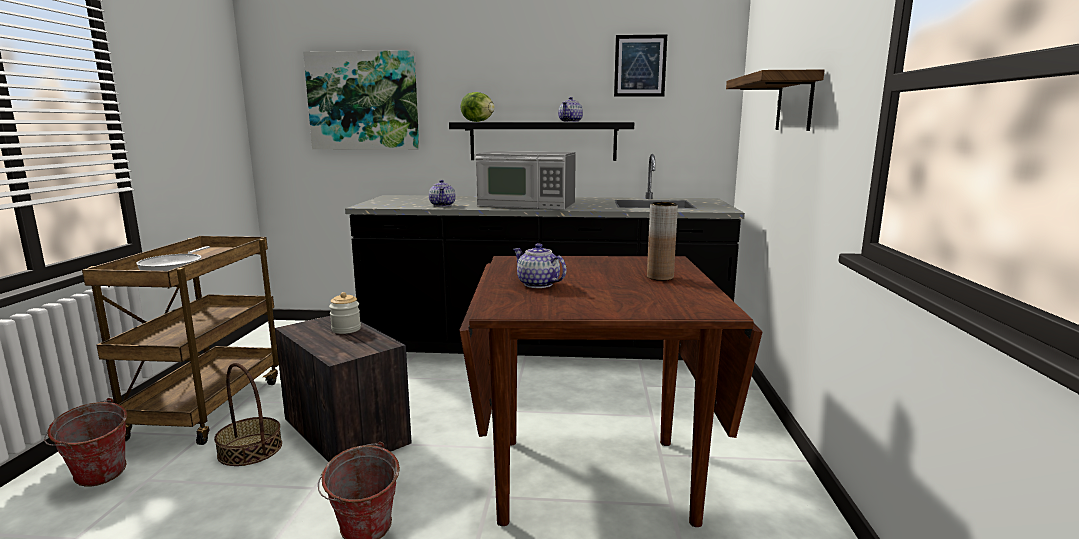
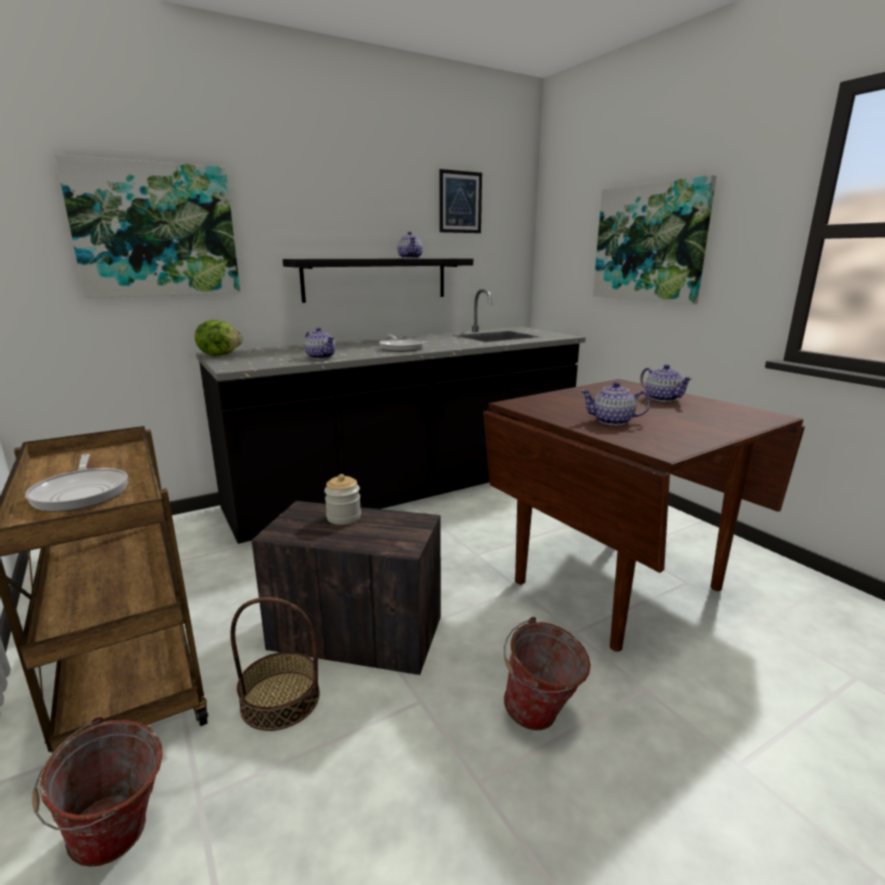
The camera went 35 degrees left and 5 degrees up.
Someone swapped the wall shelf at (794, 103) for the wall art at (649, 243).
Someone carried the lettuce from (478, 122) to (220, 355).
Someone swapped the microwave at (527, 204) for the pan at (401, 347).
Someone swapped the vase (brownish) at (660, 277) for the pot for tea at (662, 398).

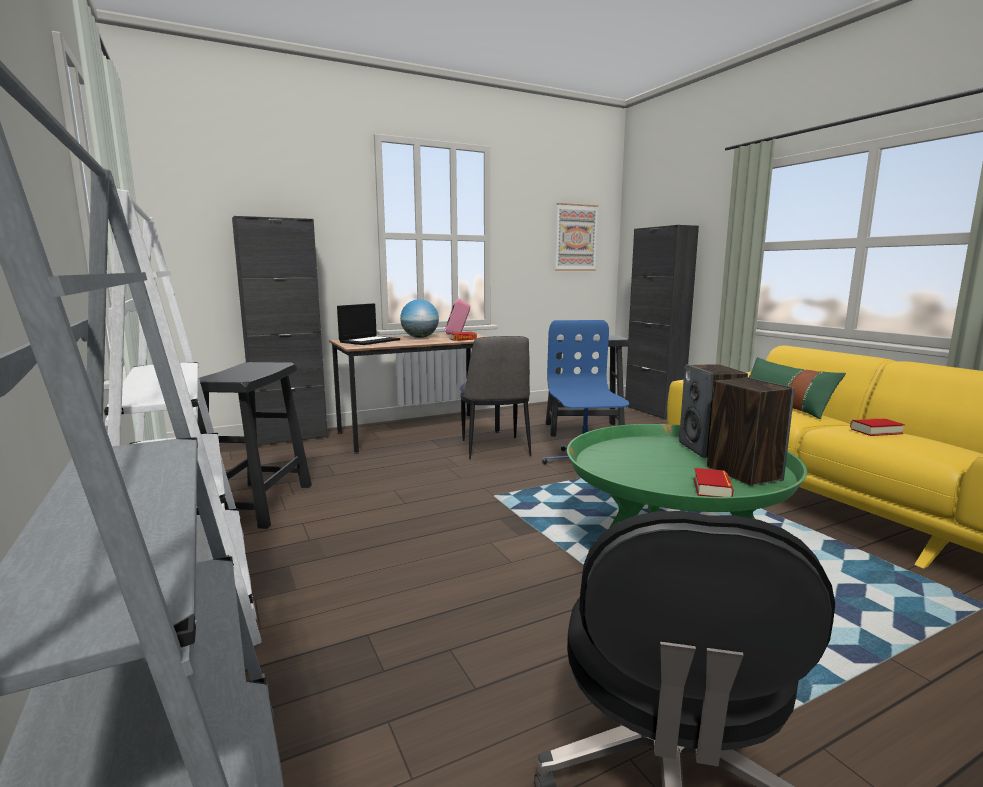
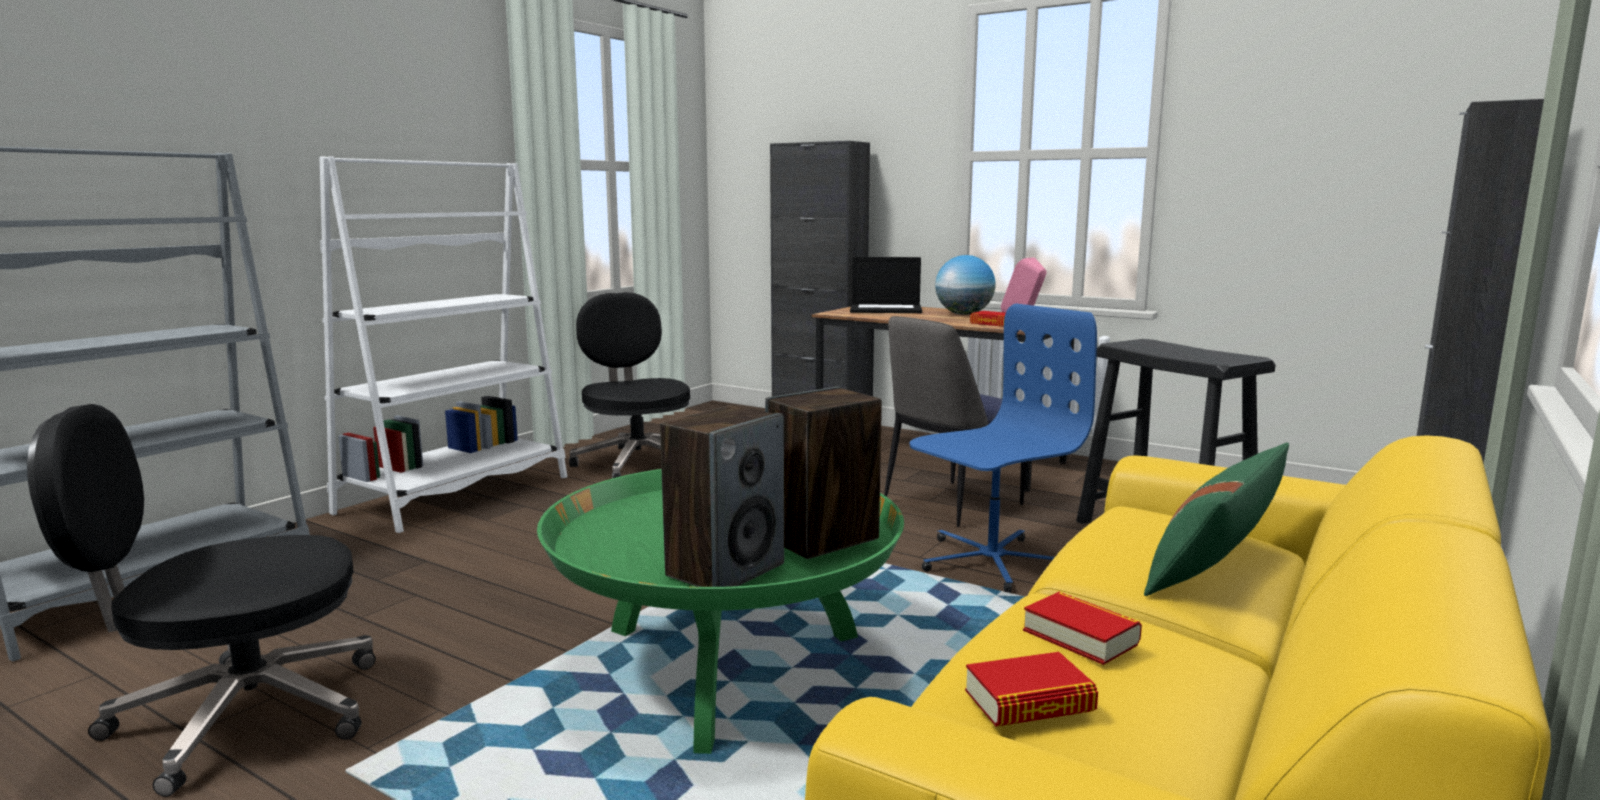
The camera went 60 degrees right and 0 degrees up.
Someone took away the wall art at (575, 237).
Someone swapped the sitting stool (black) at (258, 504) for the computer chair (black) at (636, 462).
Someone carried the volume from (712, 488) to (1029, 701).

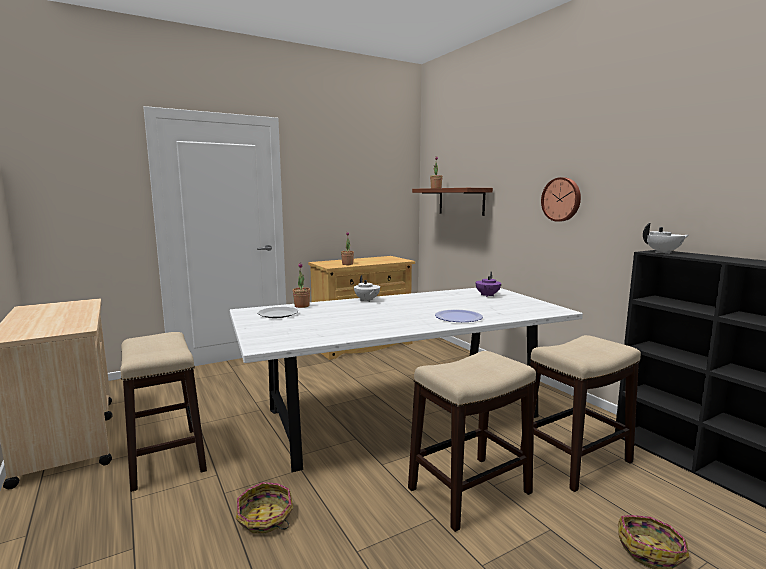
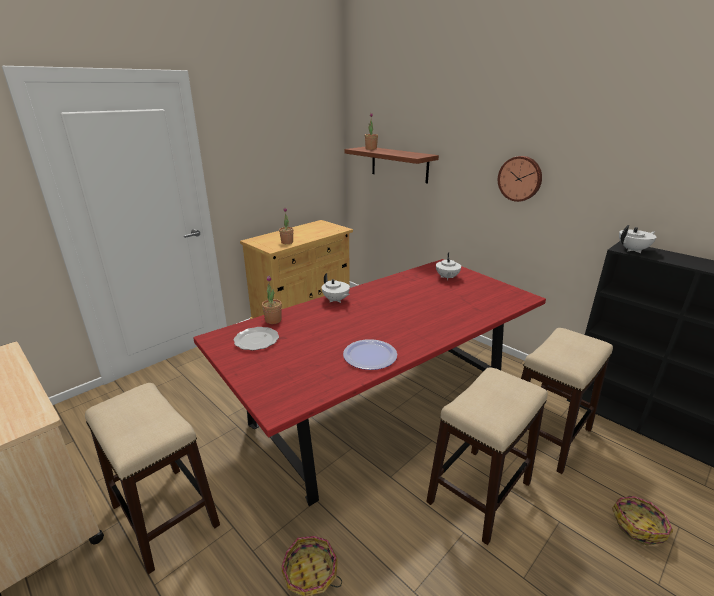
The camera went 15 degrees left and 15 degrees up.
Someone repainted the pot for tea (purple) at (487, 295), which became the pot for tea (white) at (447, 277).
Someone repainted the kitchen table (white) at (402, 413), which became the kitchen table (red-coloured) at (381, 406).
Someone carried the dinner plate from (458, 317) to (370, 356).

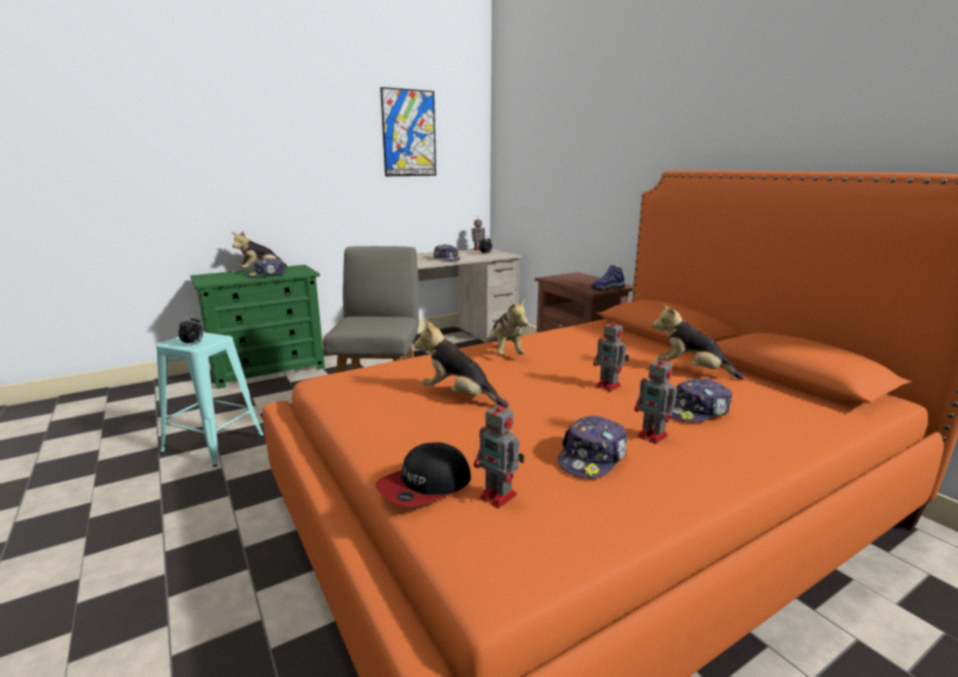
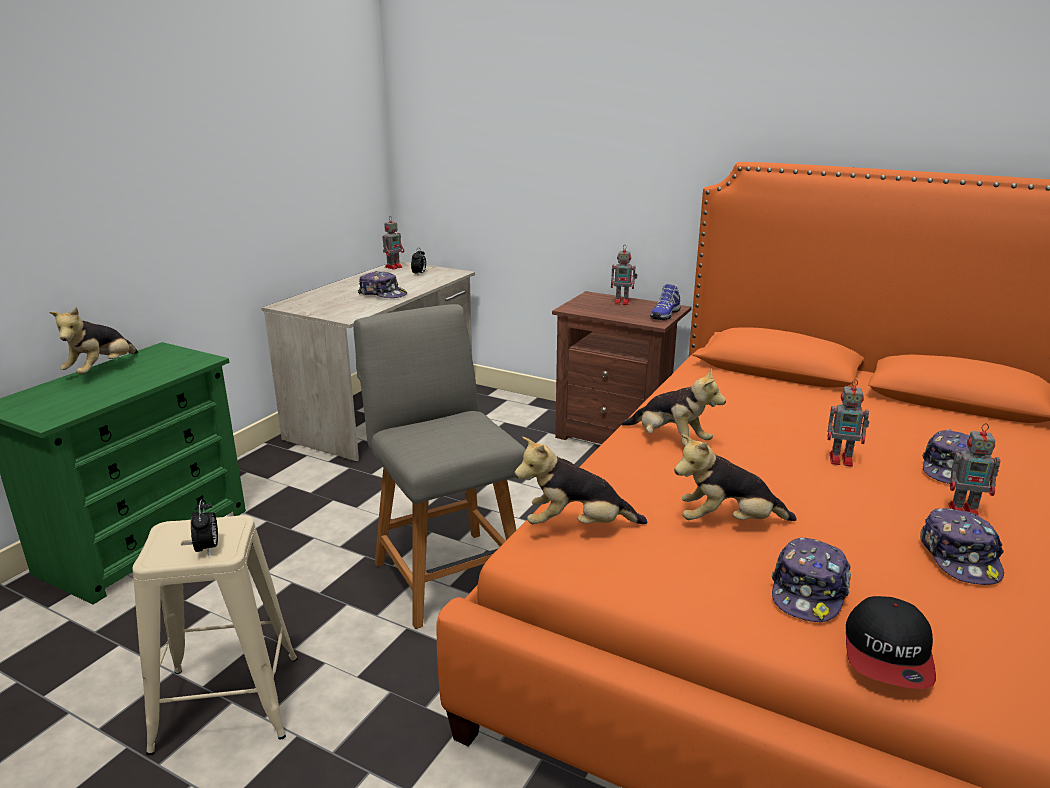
The camera went 30 degrees left and 5 degrees up.
Someone took away the wall art at (409, 133).
Someone carried the baseball cap from (267, 275) to (809, 591).
Someone carried the soft toy from (691, 371) to (577, 526).
Someone repainted the sitting stool (turquoise-coloured) at (213, 444), which became the sitting stool (sand-coloured) at (227, 703).
Someone carried the robot figure from (499, 497) to (622, 302).

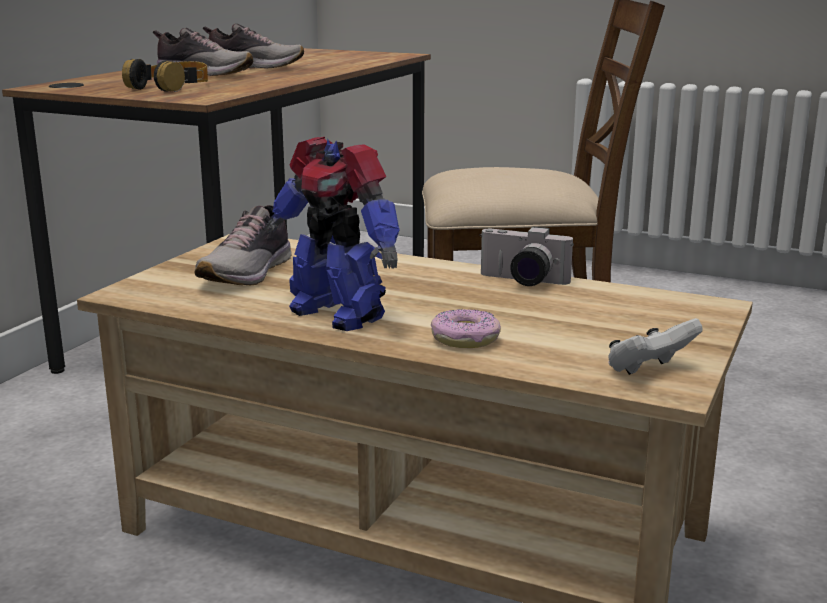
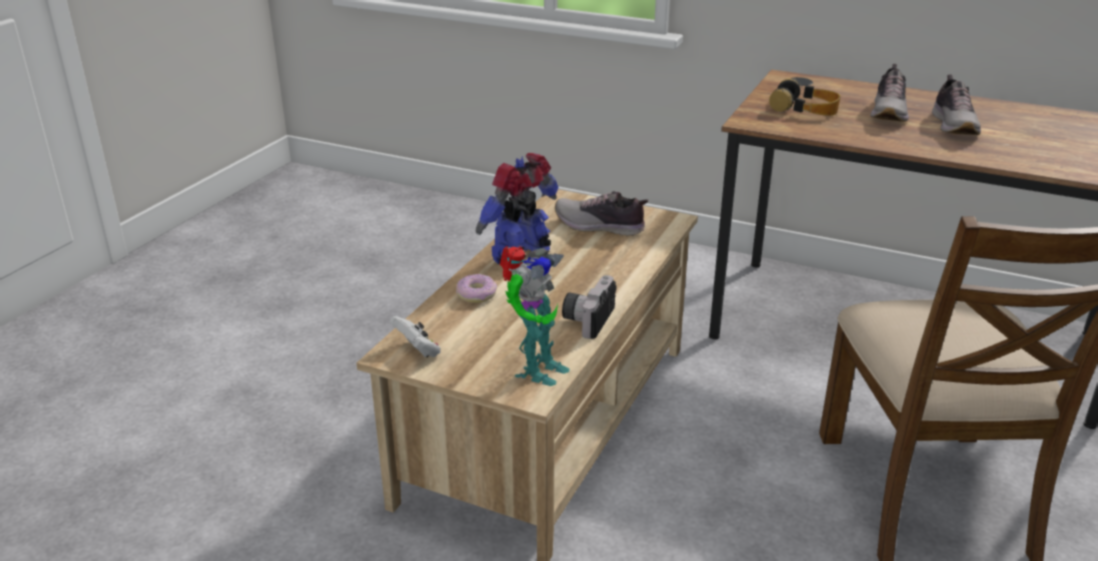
The camera went 90 degrees right and 10 degrees up.
Someone put down the robot figure at (536, 370).

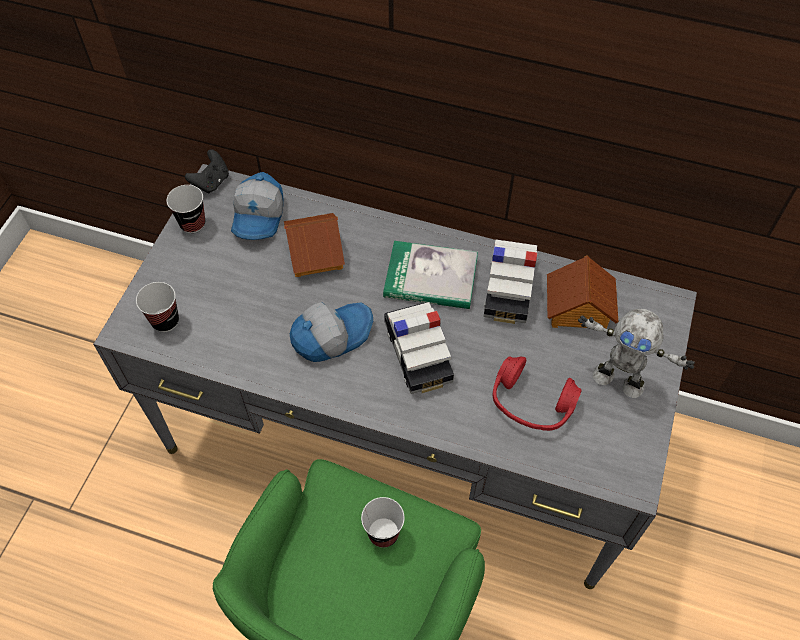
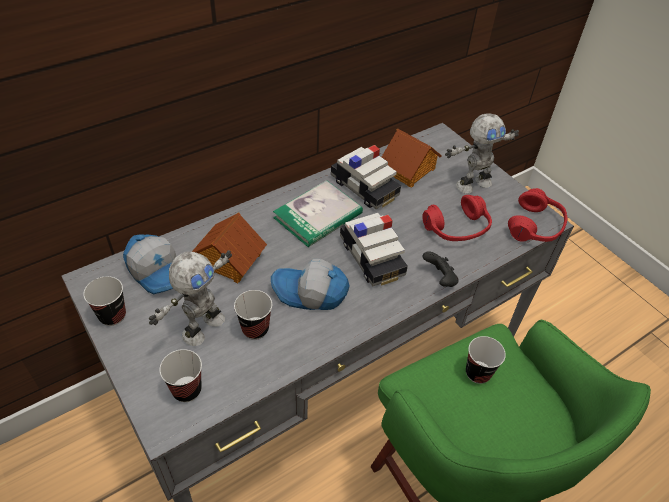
The camera went 55 degrees left and 10 degrees down.
Someone carried the joypad (black) from (211, 182) to (439, 279).
Someone rotated the baseball cap at (331, 335) by 90 degrees counterclockwise.
Someone rotated the toy car at (418, 354) by 45 degrees clockwise.
Someone put down the headphones (red-coloured) at (535, 226).
Someone put down the robot figure at (202, 327).
Someone put down the cup at (255, 329).

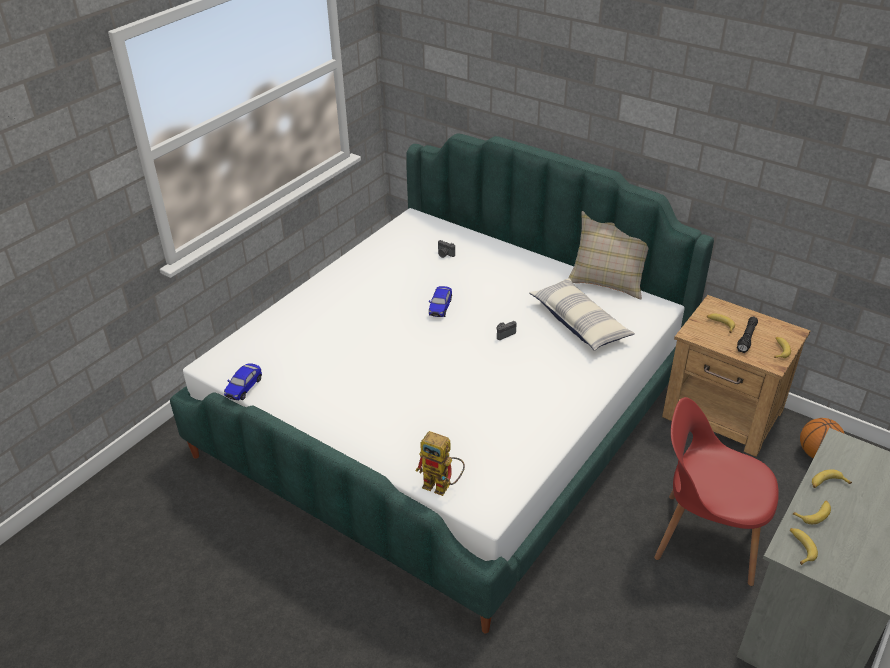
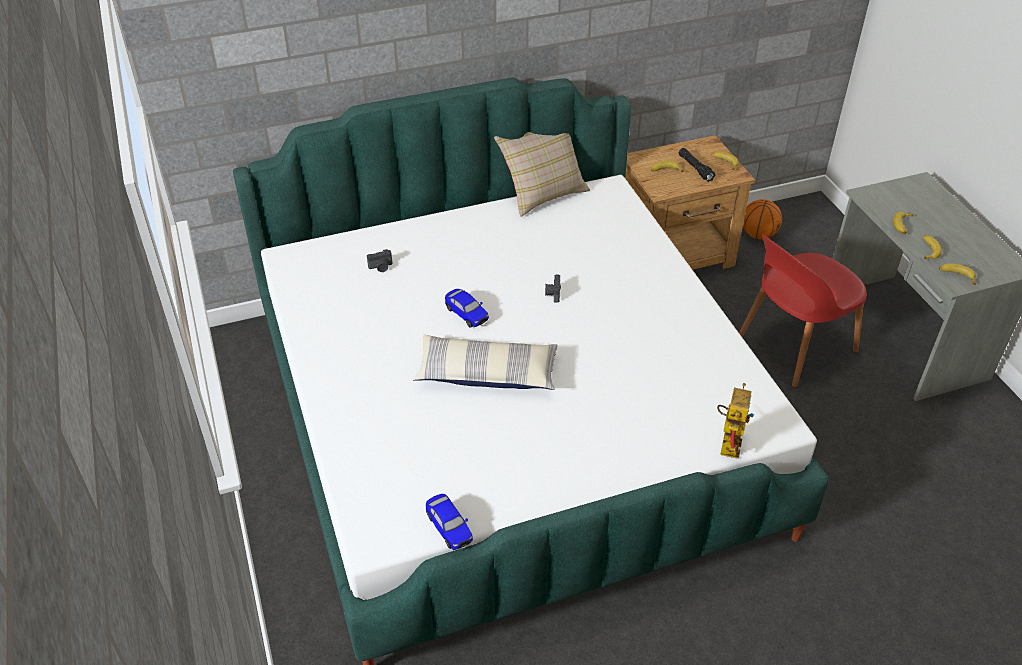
The camera went 55 degrees left and 5 degrees up.
Someone carried the pillow from (579, 323) to (487, 373).
Someone rotated the robot figure at (442, 486) by 45 degrees counterclockwise.

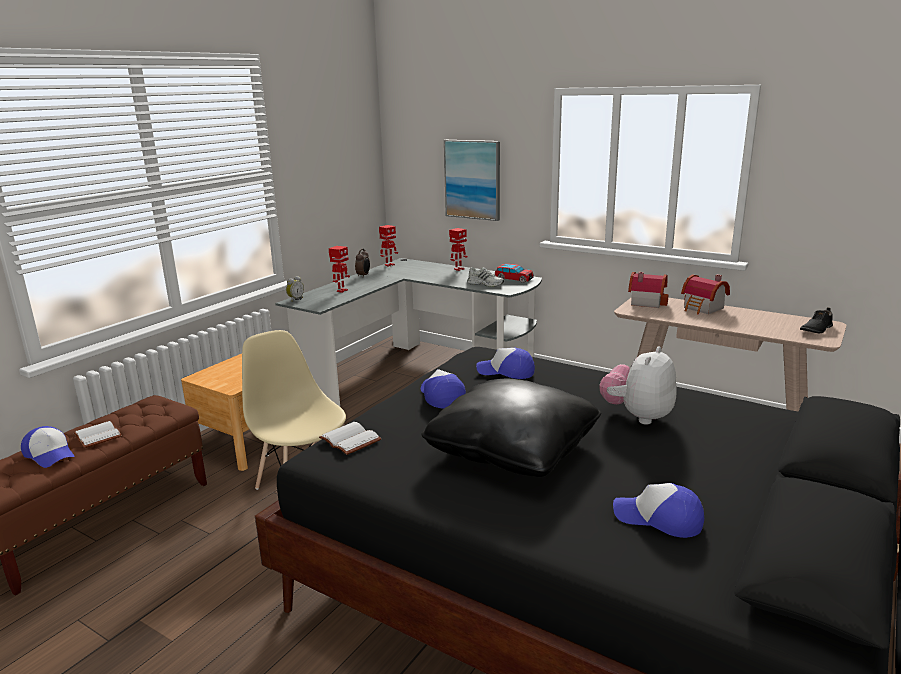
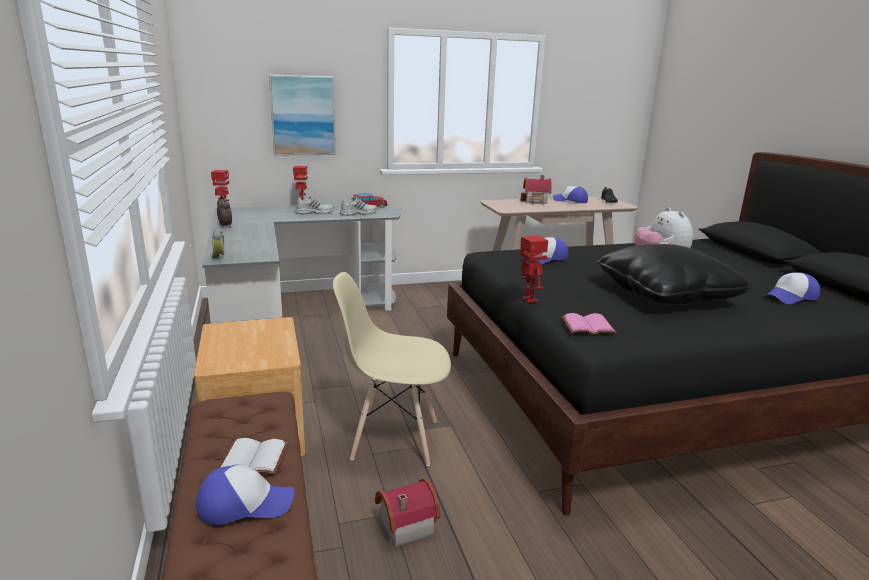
The camera went 50 degrees left and 0 degrees up.
Someone carried the robot figure from (341, 291) to (529, 300).
Someone carried the model house from (646, 302) to (403, 525).
Someone carried the baseball cap from (441, 396) to (570, 201).
Someone repainted the volume (white) at (348, 440), which became the volume (pink-coloured) at (587, 327).
Someone put down the shoe (white) at (314, 212).

